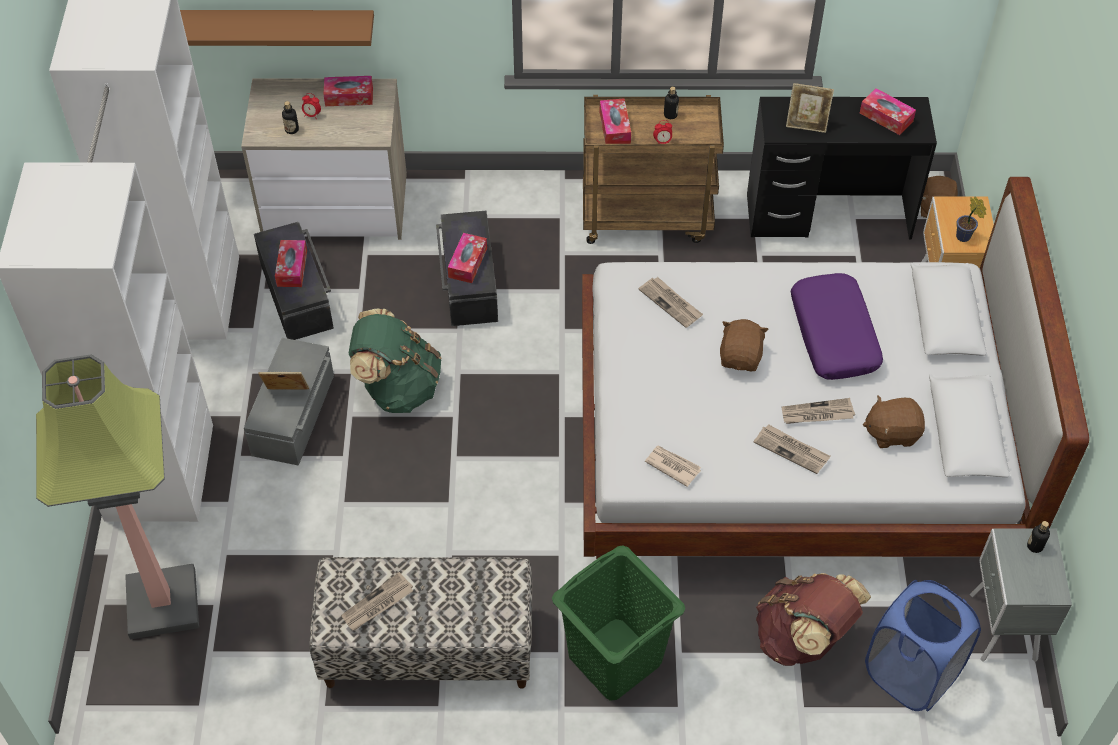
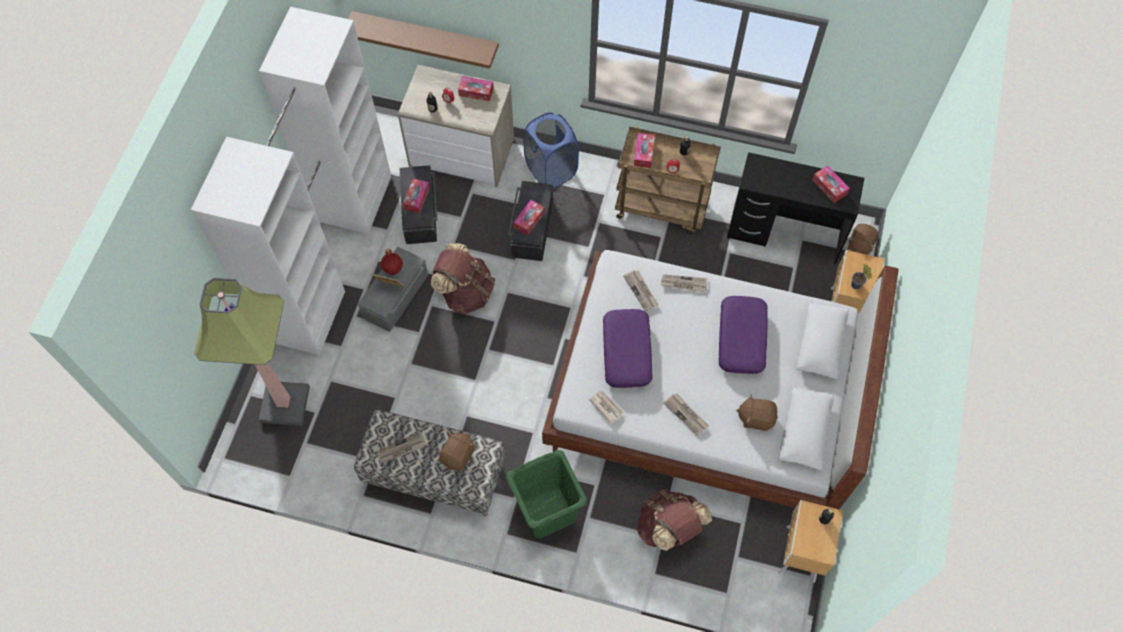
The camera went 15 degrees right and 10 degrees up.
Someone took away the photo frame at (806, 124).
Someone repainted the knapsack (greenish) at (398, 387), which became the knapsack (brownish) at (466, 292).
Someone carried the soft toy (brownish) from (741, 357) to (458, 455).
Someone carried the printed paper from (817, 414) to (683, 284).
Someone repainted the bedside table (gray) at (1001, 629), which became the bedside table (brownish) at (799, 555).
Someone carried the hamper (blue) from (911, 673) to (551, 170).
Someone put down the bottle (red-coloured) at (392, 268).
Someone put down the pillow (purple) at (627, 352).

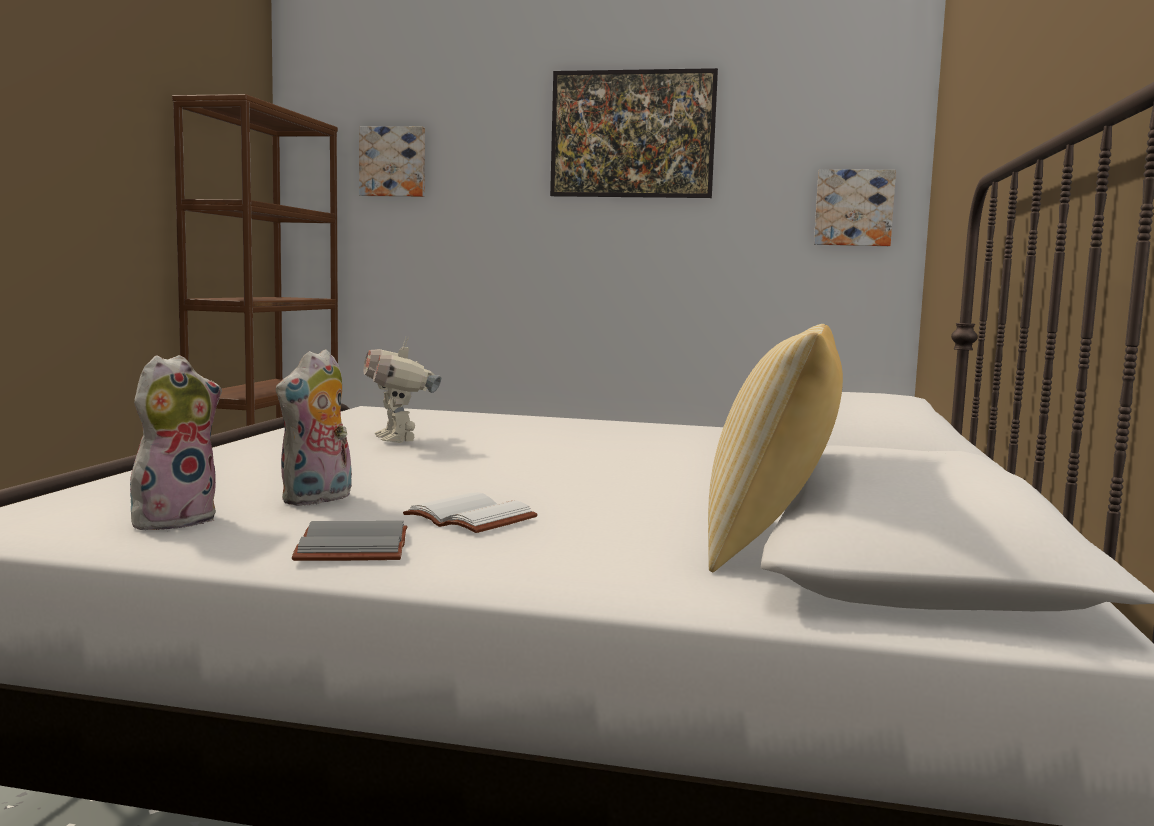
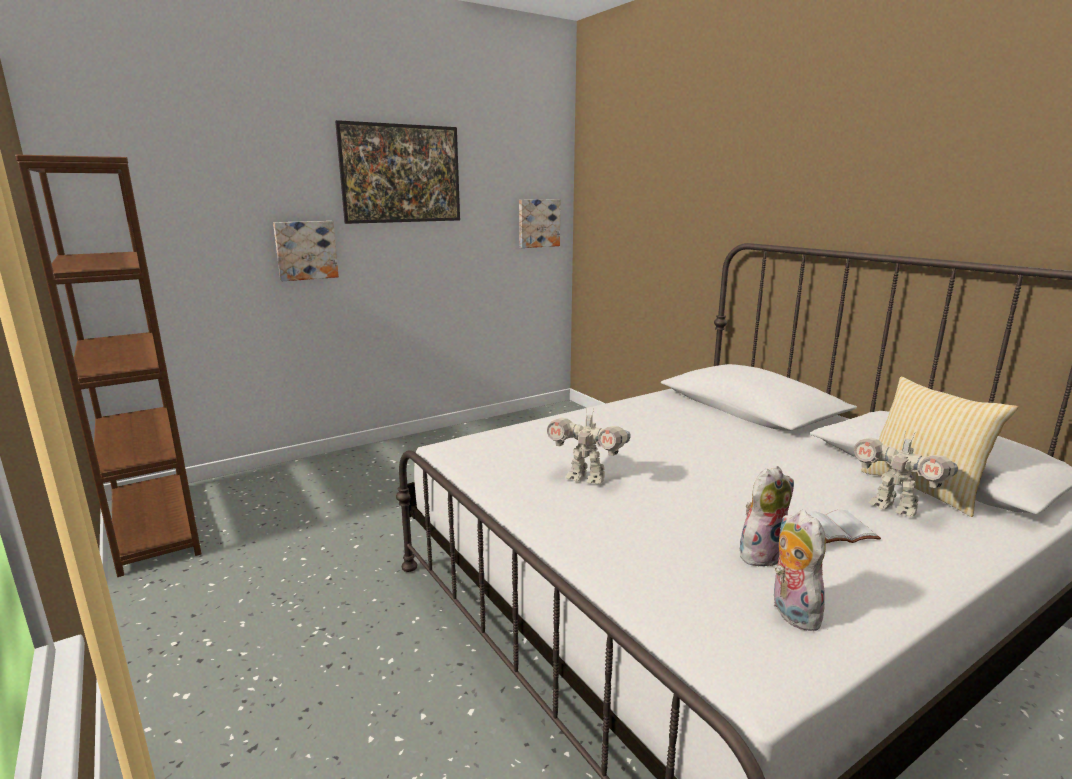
The camera went 45 degrees left and 10 degrees up.
Someone carried the wall art from (393, 162) to (306, 250).
Someone rotated the soft toy at (318, 499) by 105 degrees counterclockwise.
Someone took away the volume (gray) at (349, 546).
Someone put down the robot figure at (894, 507).

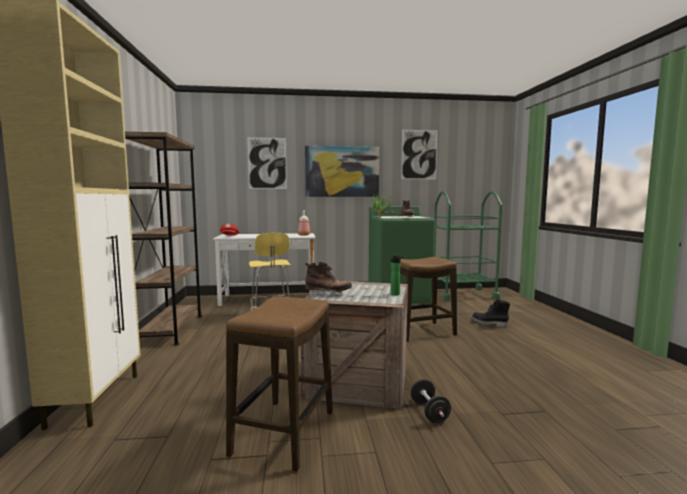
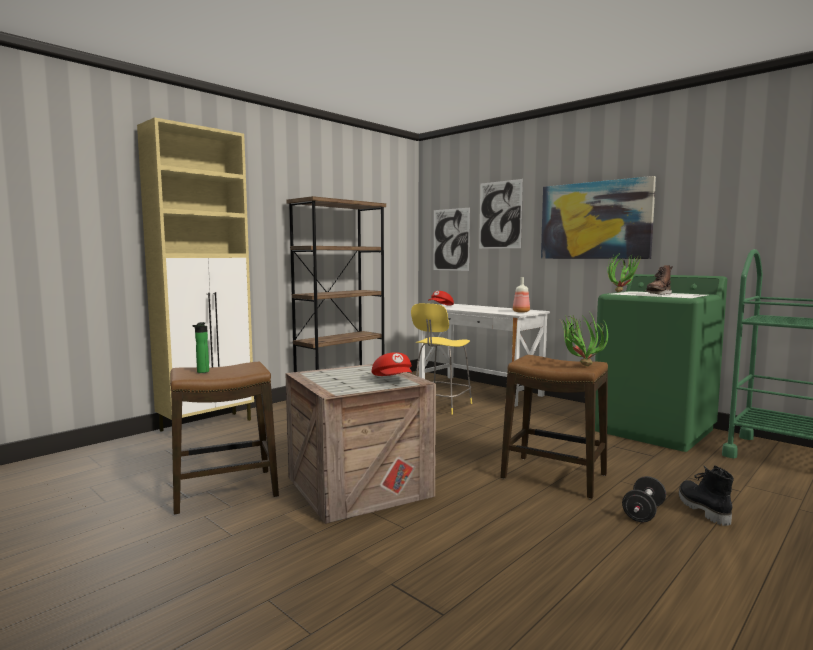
The camera went 50 degrees right and 0 degrees up.
Someone carried the wall art from (419, 154) to (451, 239).
Someone carried the bottle from (396, 294) to (202, 372).
Someone took away the boot (brownish) at (328, 294).
Someone carried the free weight (black) from (429, 412) to (643, 513).
Someone put down the houseplant at (579, 365).
Someone put down the baseball cap (red-coloured) at (393, 380).

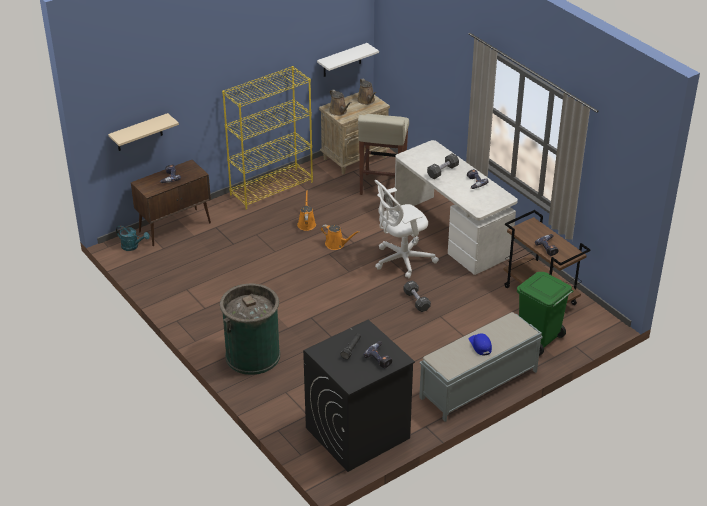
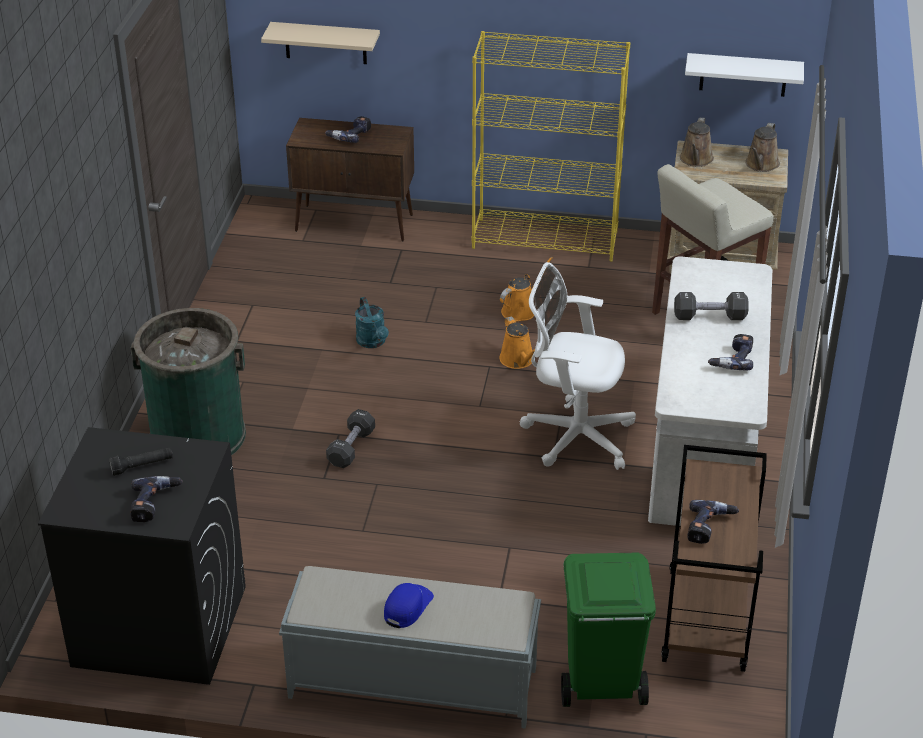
The camera went 45 degrees right and 0 degrees up.
Someone carried the watering can (turquoise-coloured) from (133, 246) to (373, 342).
Someone carried the free weight (black) from (416, 301) to (351, 448).

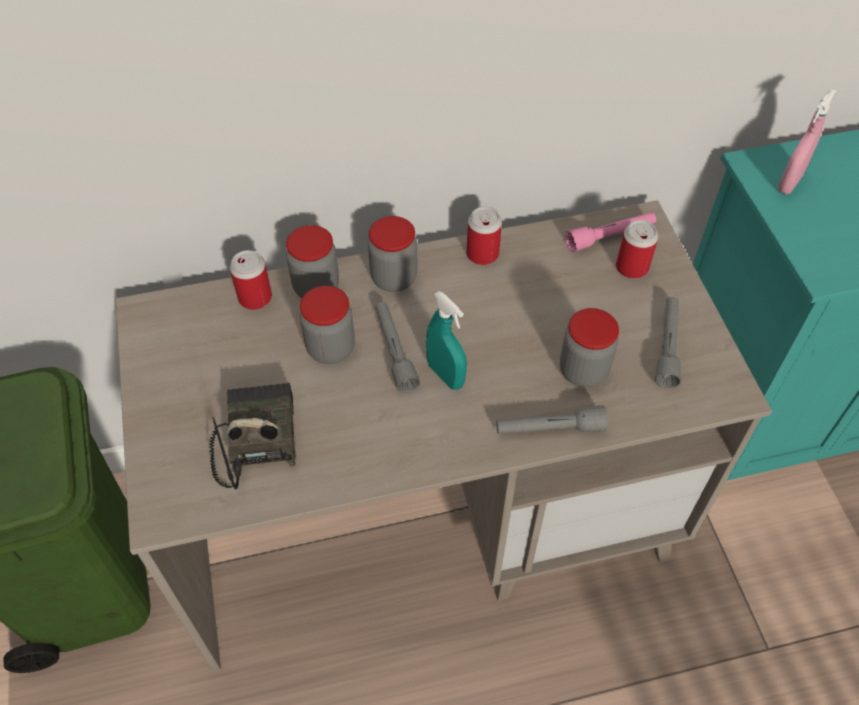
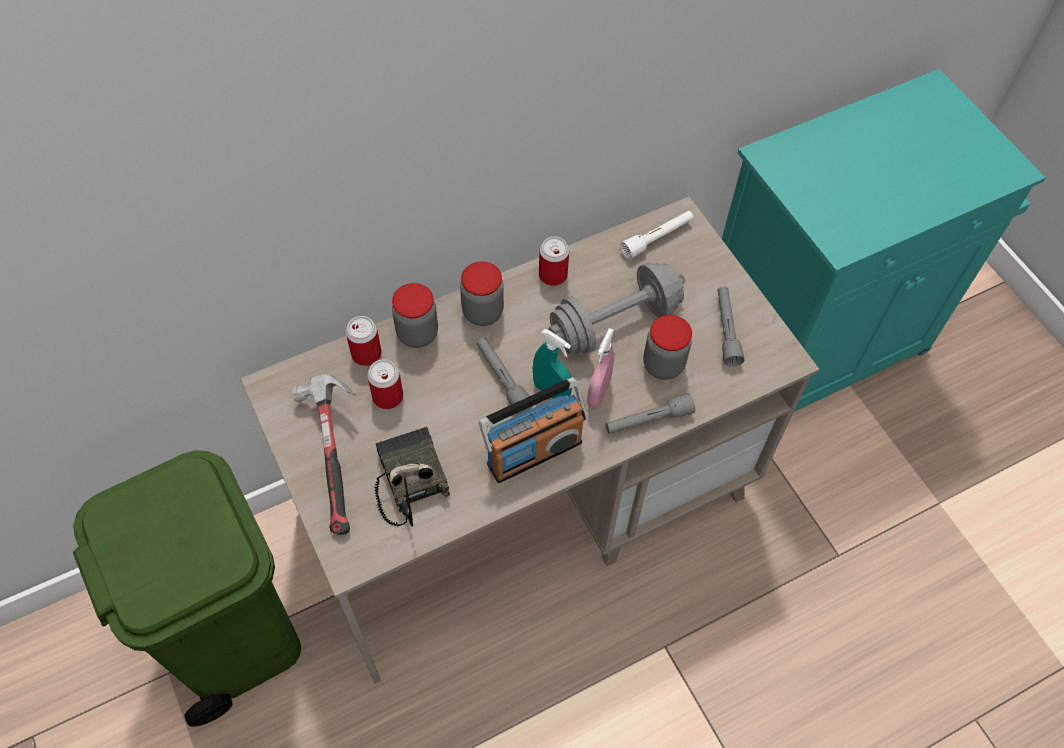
The camera went 15 degrees left and 5 degrees up.
Someone carried the hand sprayer (pink-coloured) from (789, 183) to (598, 393).
Someone repainted the hand torch (pink-coloured) at (610, 237), which became the hand torch (white) at (657, 238).
Someone carried the can from (632, 267) to (388, 396).
Someone took away the preserve jar at (331, 348).
Someone put down the free weight (gray) at (614, 323).
Someone put down the tool hammer at (332, 455).
Someone put down the radio at (533, 452).

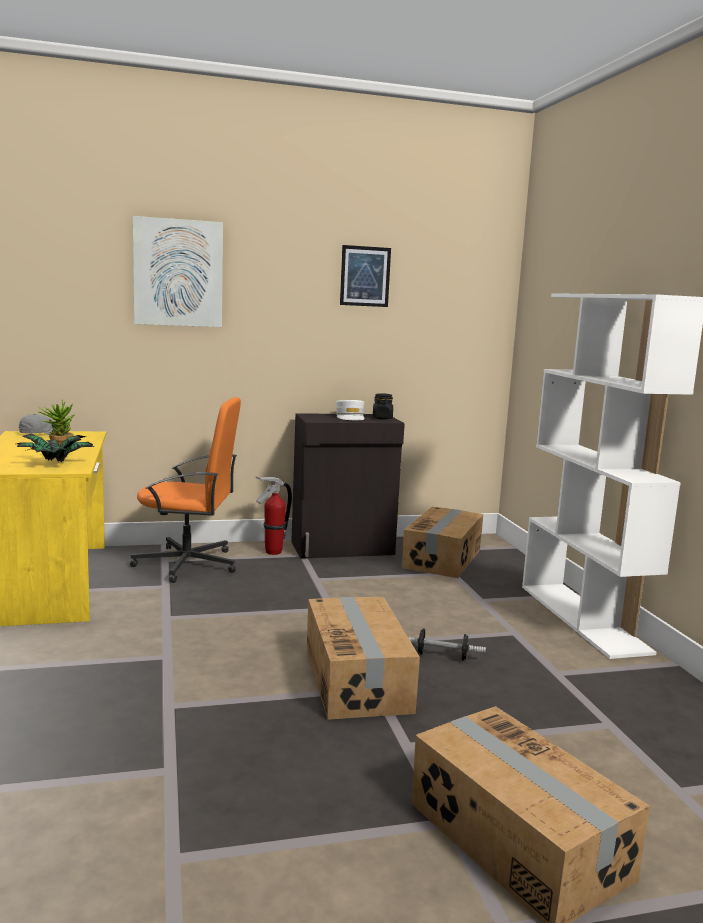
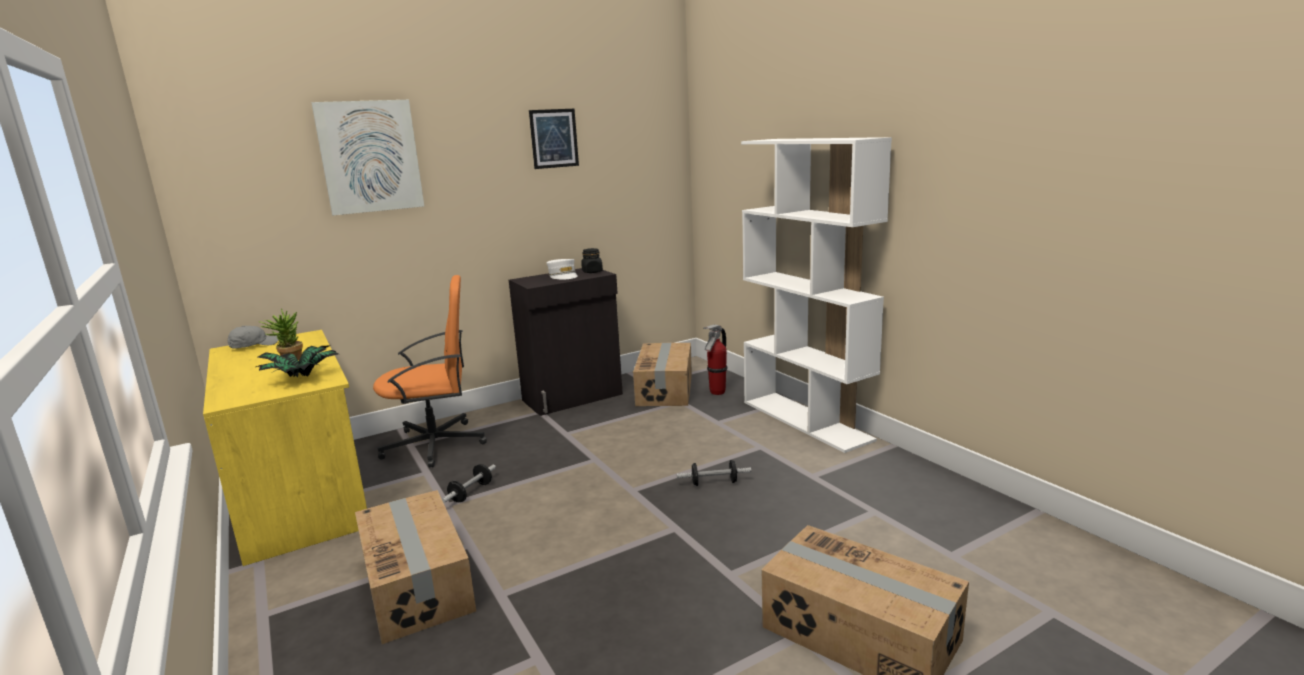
The camera went 15 degrees left and 5 degrees up.
Someone carried the extinguisher from (273, 552) to (717, 392).
Someone carried the cardboard box from (358, 679) to (418, 584).
Someone put down the free weight at (471, 492).

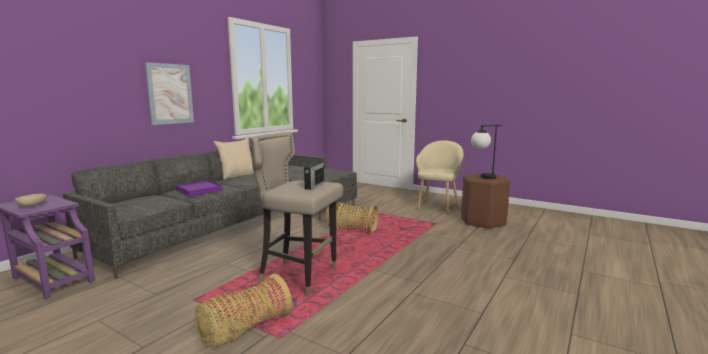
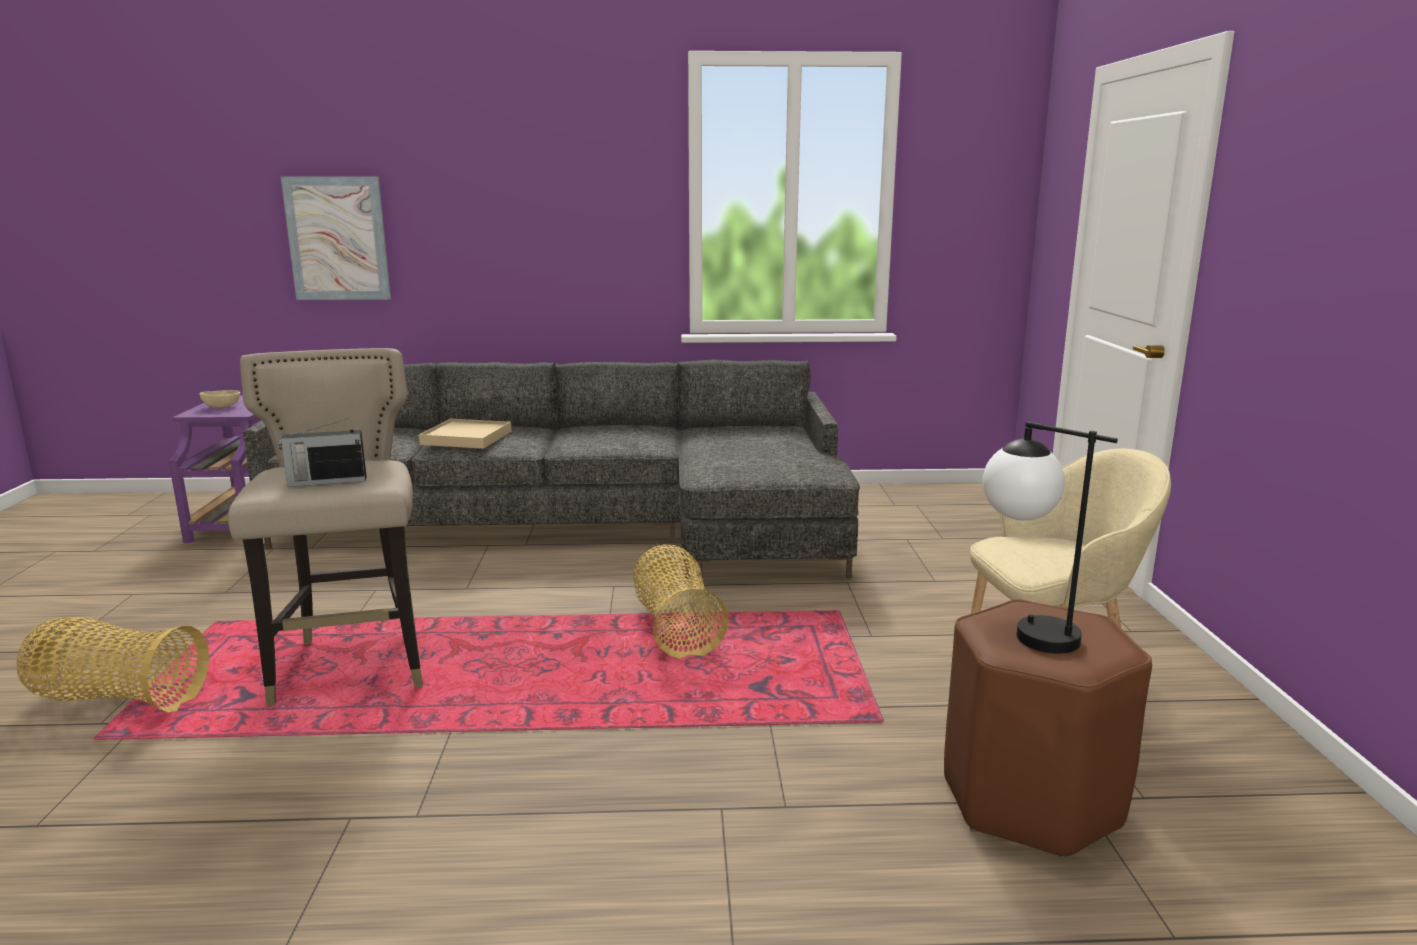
The camera went 55 degrees right and 5 degrees up.
Someone carried the wall art from (170, 94) to (337, 239).
Someone took away the pillow (sand-coloured) at (237, 176).
Someone repainted the tray (purple) at (199, 190), which became the tray (sand-coloured) at (466, 438).

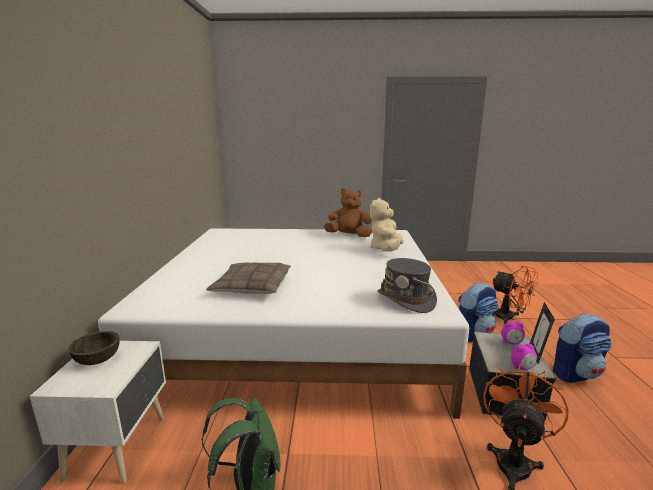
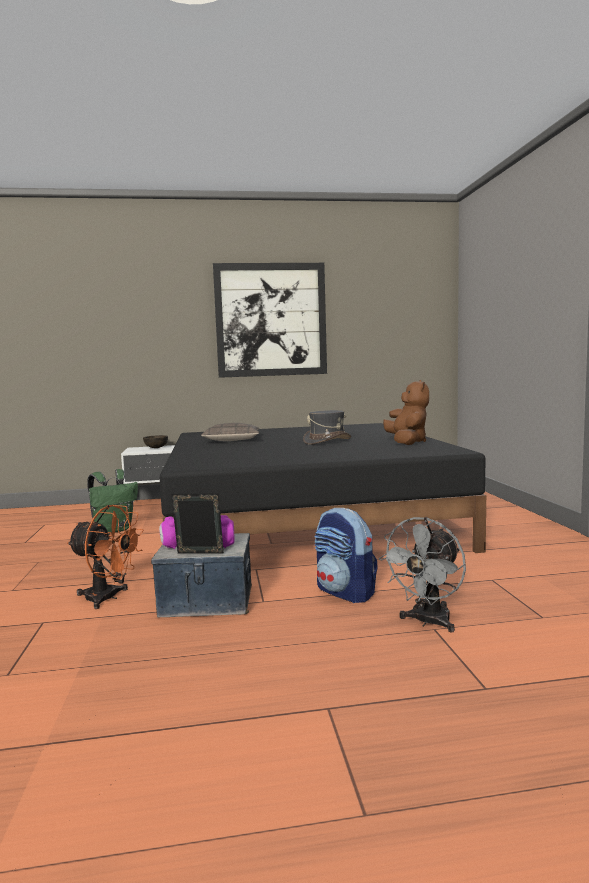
The camera went 80 degrees right and 10 degrees down.
Someone took away the soft toy (sand-coloured) at (386, 249).
Someone repainted the bed (white) at (300, 330), which became the bed (black) at (304, 519).
Someone carried the wearable hat (gray) from (406, 299) to (327, 441).
Someone repainted the cooling fan (orangey) at (509, 318), which became the cooling fan (gray) at (427, 622).
Someone took away the knapsack at (575, 374).
Someone put up the wall art at (271, 320).

